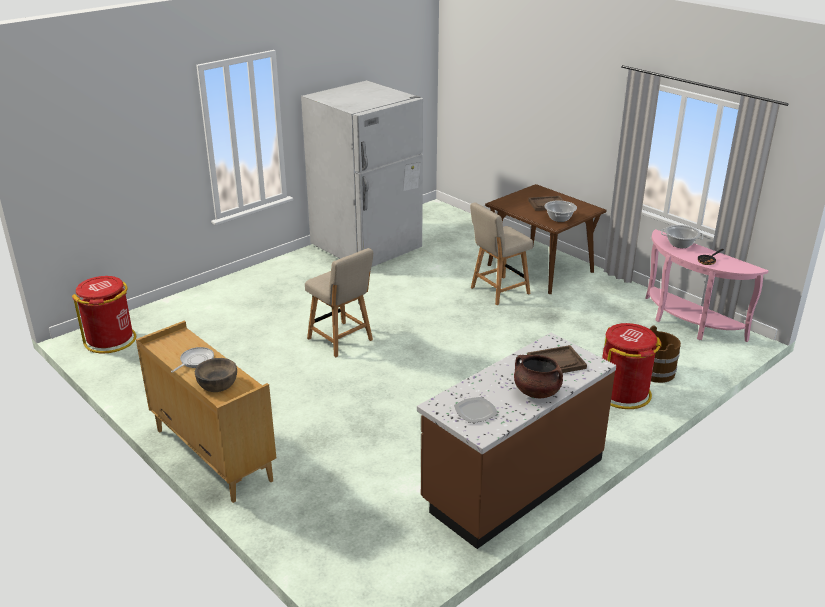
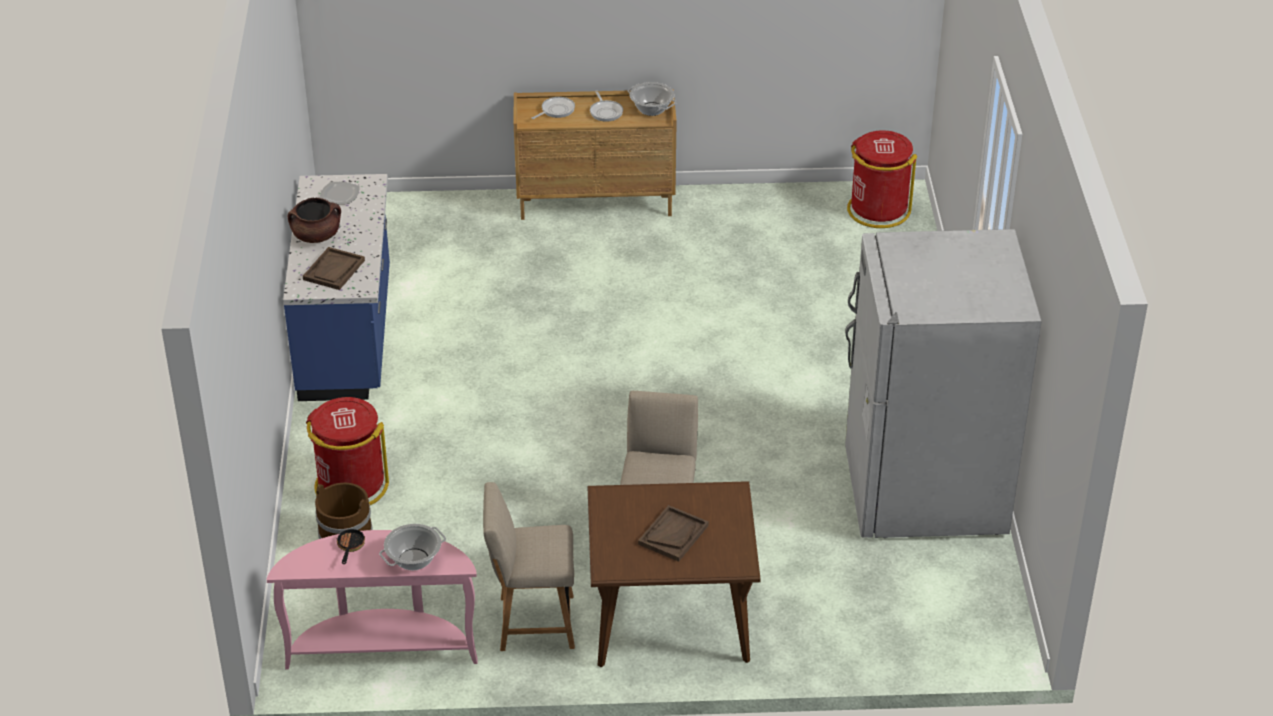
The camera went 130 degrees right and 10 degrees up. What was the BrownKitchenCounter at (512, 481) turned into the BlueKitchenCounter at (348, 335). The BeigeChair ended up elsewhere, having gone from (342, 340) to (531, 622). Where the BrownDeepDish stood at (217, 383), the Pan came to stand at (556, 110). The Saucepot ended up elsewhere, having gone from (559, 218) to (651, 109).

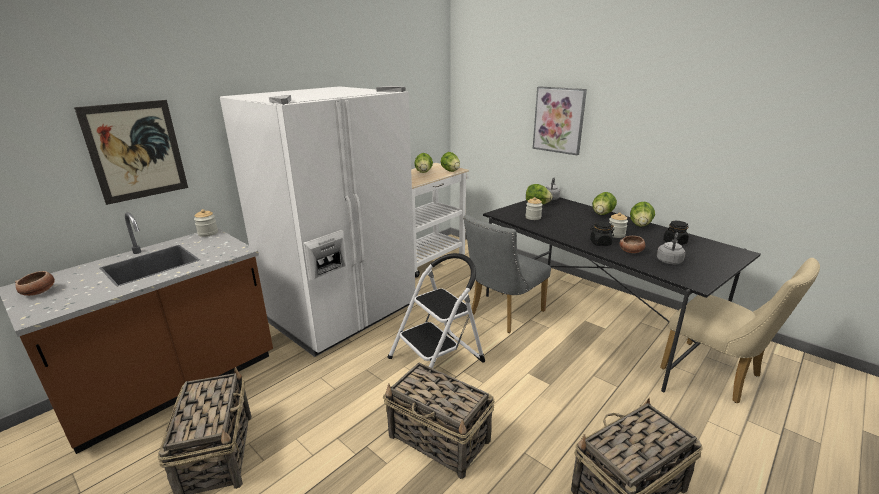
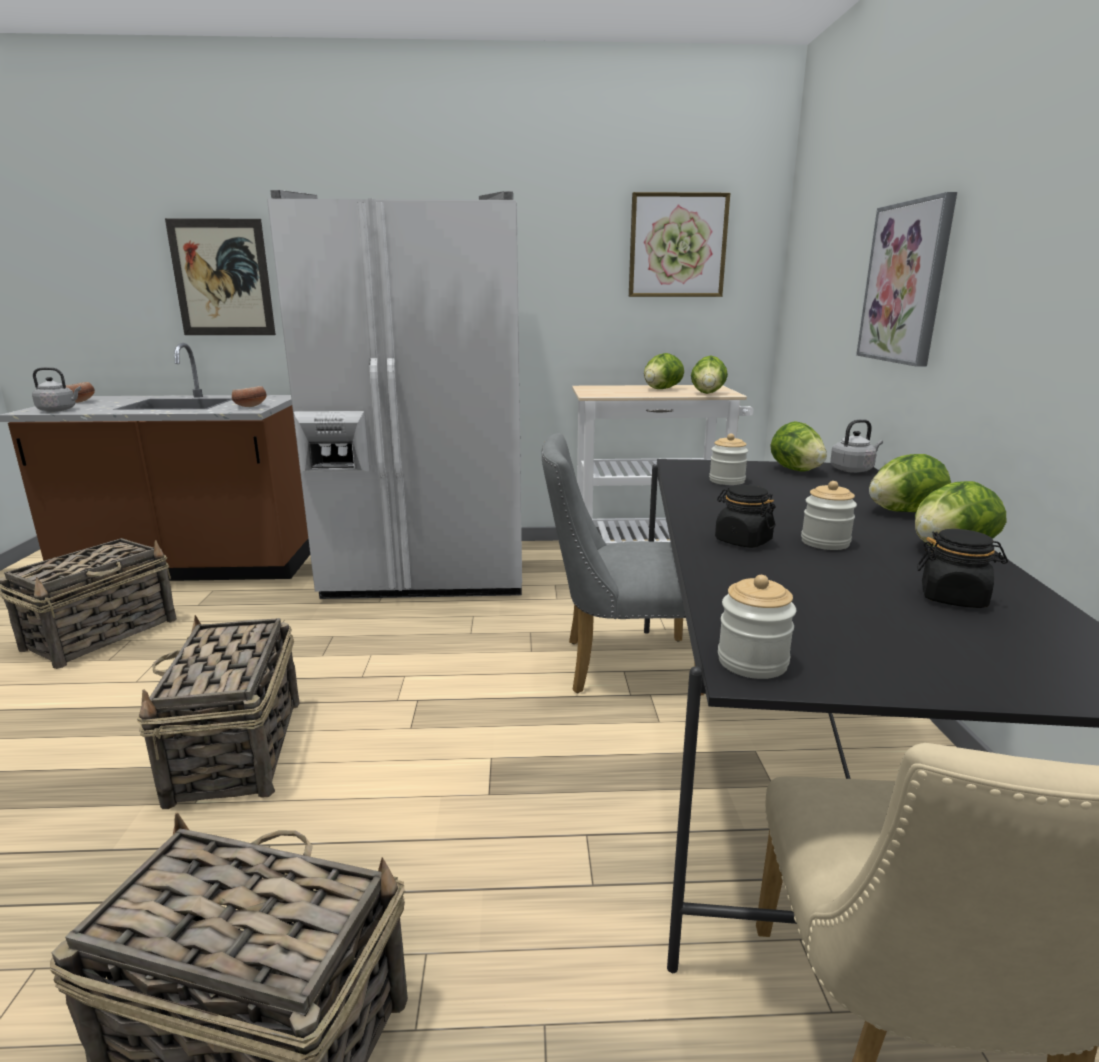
The camera went 45 degrees right and 5 degrees down. The GreyWaterKettle ended up elsewhere, having gone from (669, 261) to (59, 410). The DeepDish ended up elsewhere, having gone from (631, 251) to (250, 406). The second view gained the Picture at (677, 246). The Jar ended up elsewhere, having gone from (208, 233) to (752, 662). The second view lost the StepStool at (439, 359).

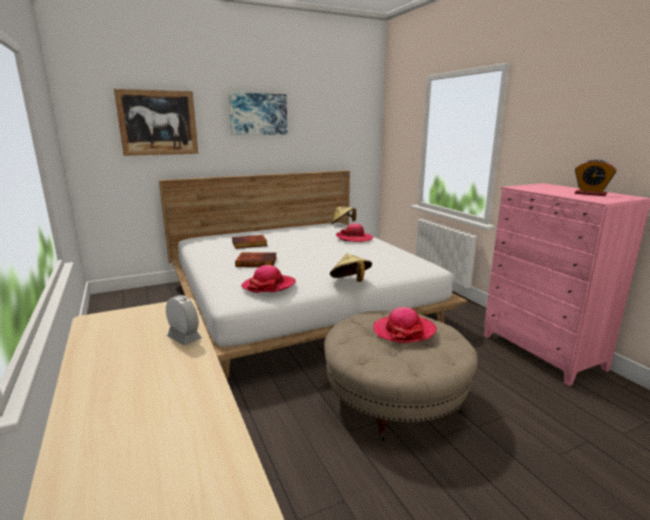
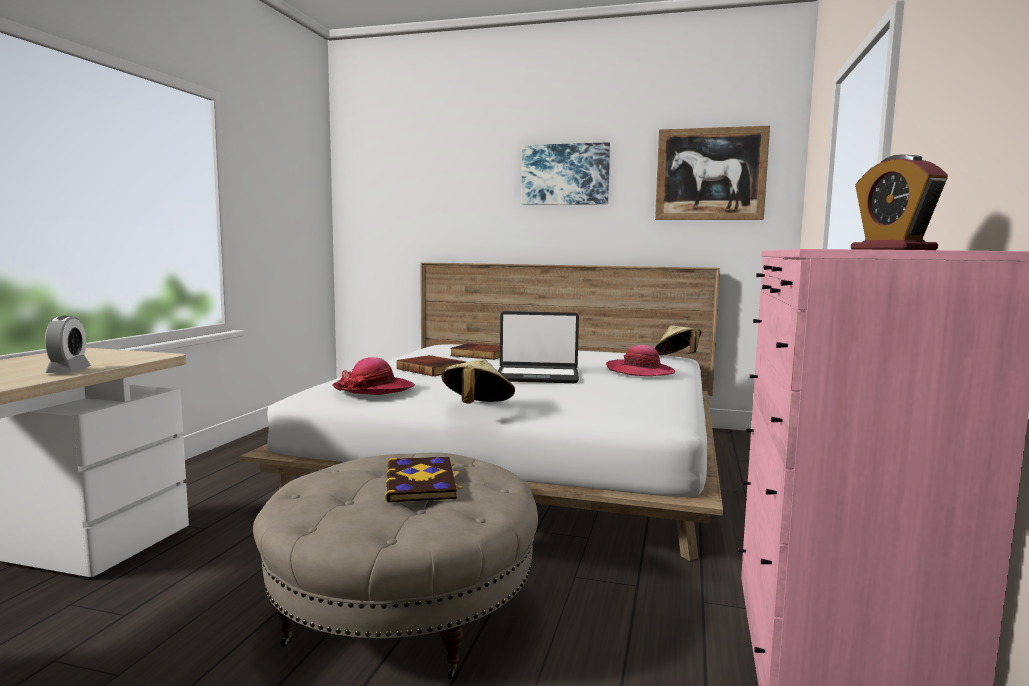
The camera went 40 degrees right and 10 degrees down. Where the Hat stood at (404, 331), the Volume came to stand at (422, 482). The second view gained the NotebookComputer at (537, 376). The Picture ended up elsewhere, having gone from (158, 123) to (710, 174).

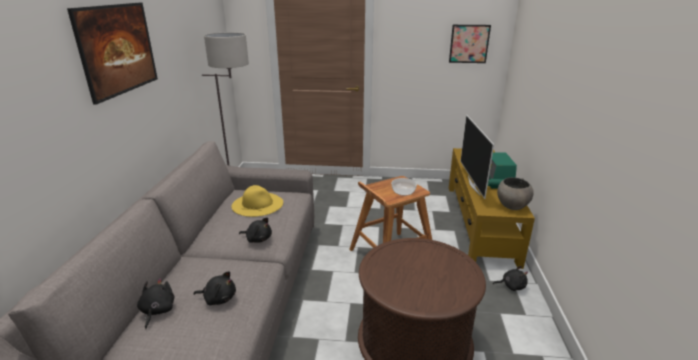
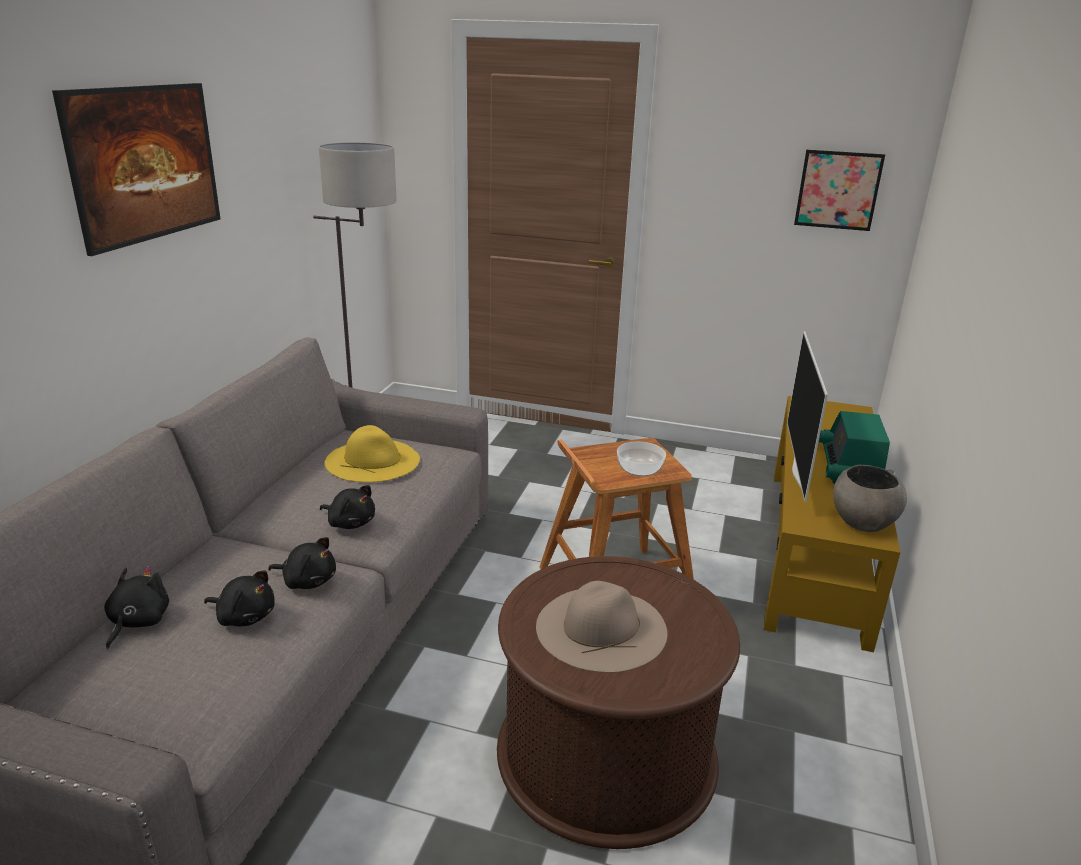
The camera went 10 degrees right and 0 degrees up. The BlackishSoftToy ended up elsewhere, having gone from (511, 286) to (307, 580). The second view gained the BeigeHat at (601, 628).

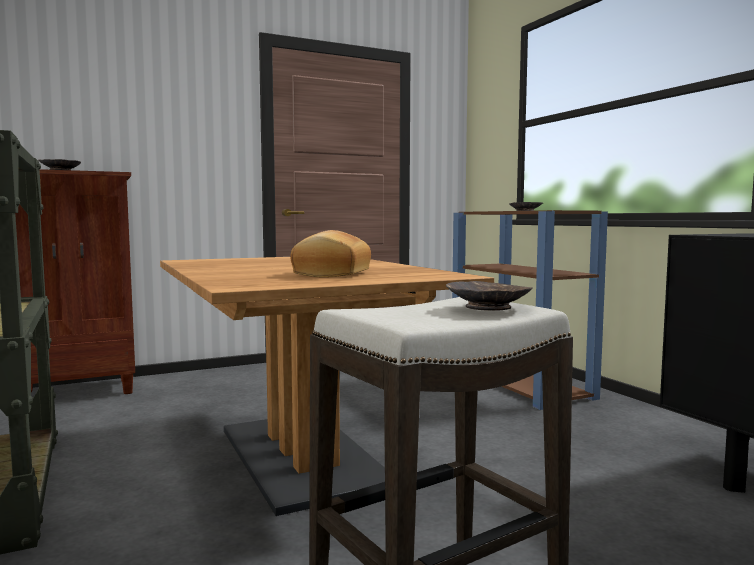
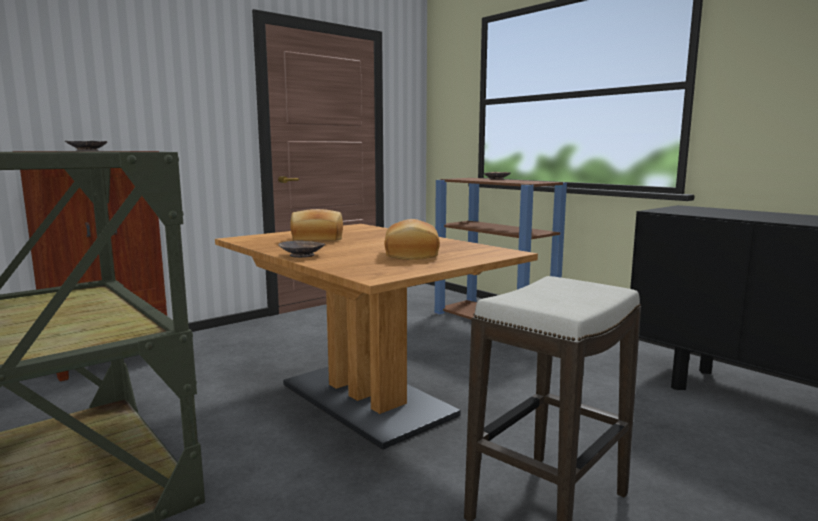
The camera went 15 degrees left and 5 degrees up. The BrownDeepDish ended up elsewhere, having gone from (487, 307) to (302, 255). The second view gained the Bread at (317, 239).

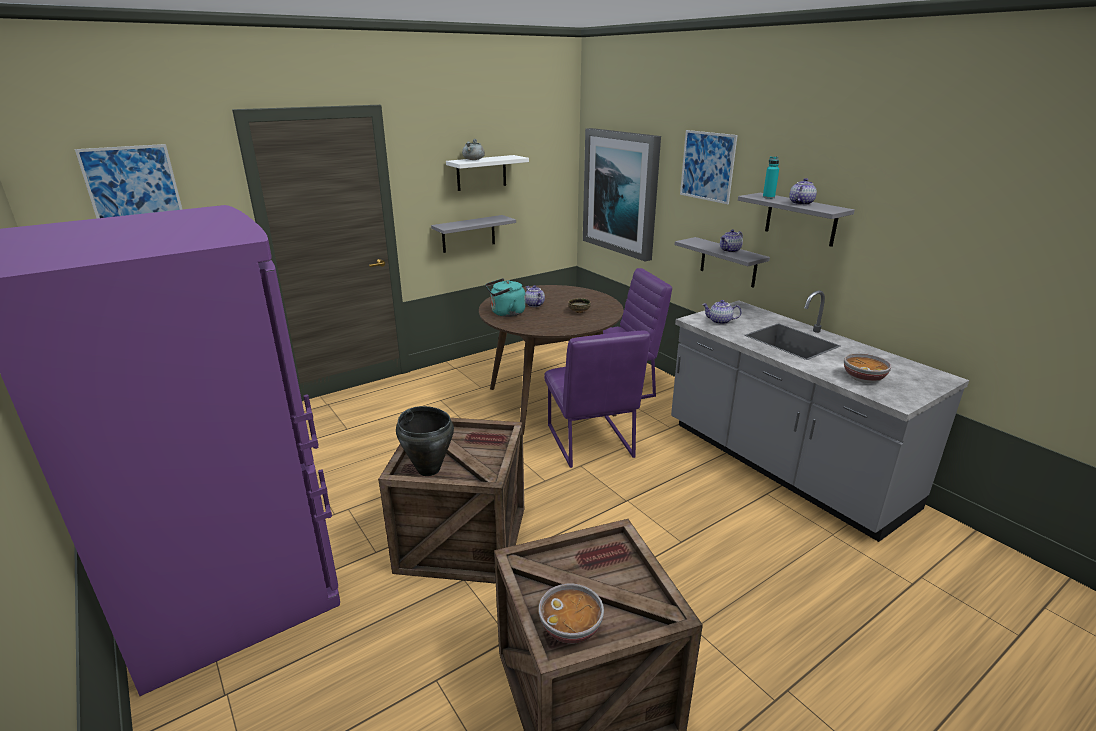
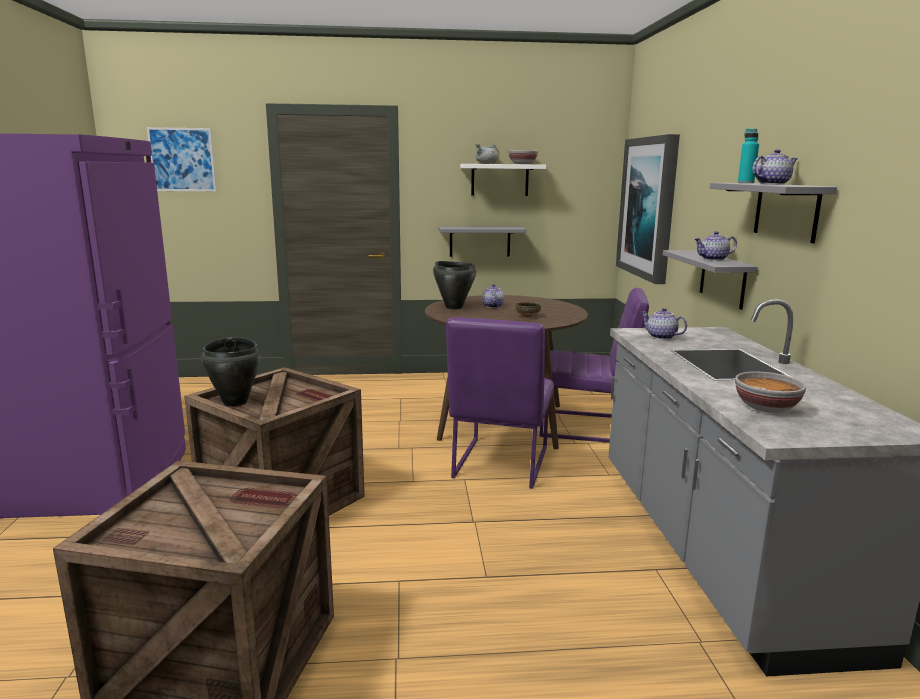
The camera went 30 degrees right and 10 degrees down. Where the BlueGreenWaterKettle stood at (506, 313), the BlackishSaucepot came to stand at (453, 307). The DeepDish ended up elsewhere, having gone from (571, 628) to (523, 164). The second view lost the Picture at (707, 166).

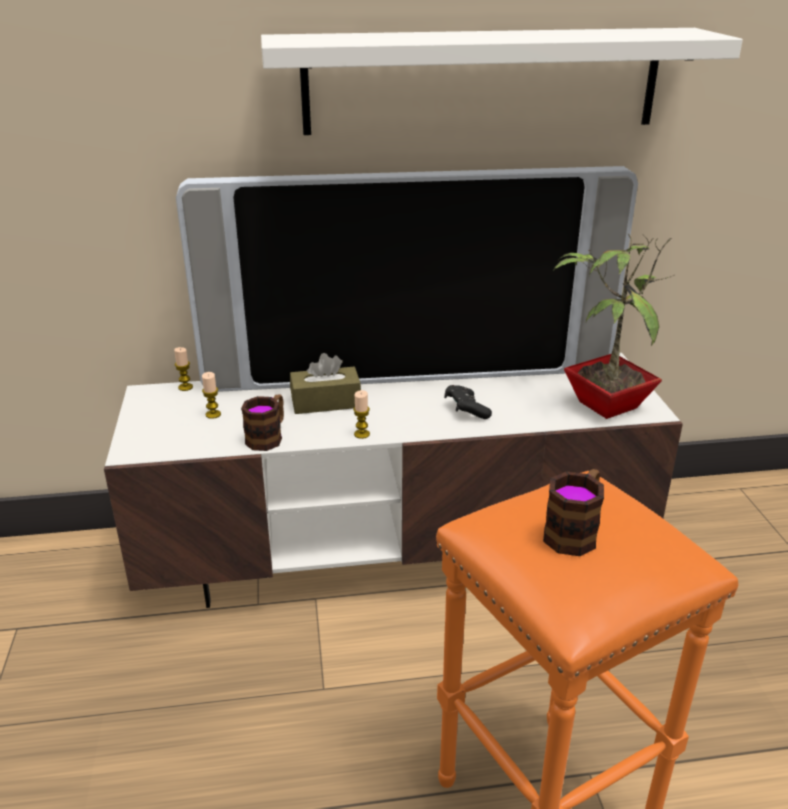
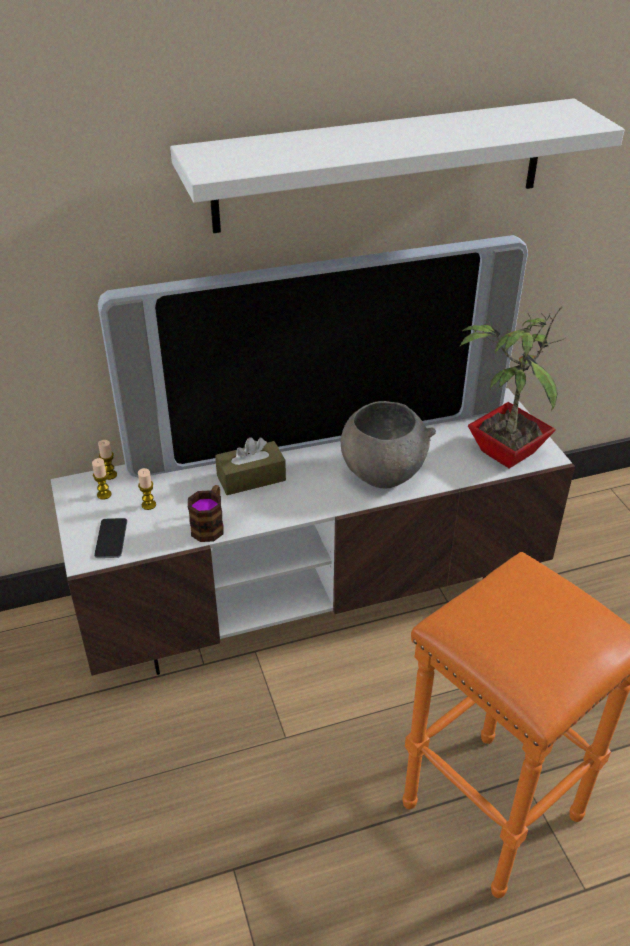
The camera went 10 degrees left and 10 degrees up. The WaxLight ended up elsewhere, having gone from (362, 434) to (104, 494). The second view gained the Phone at (111, 538). Where the BlackishGamepad stood at (466, 410), the GreyDeepDish came to stand at (383, 473). The second view lost the TeaMug at (575, 531).

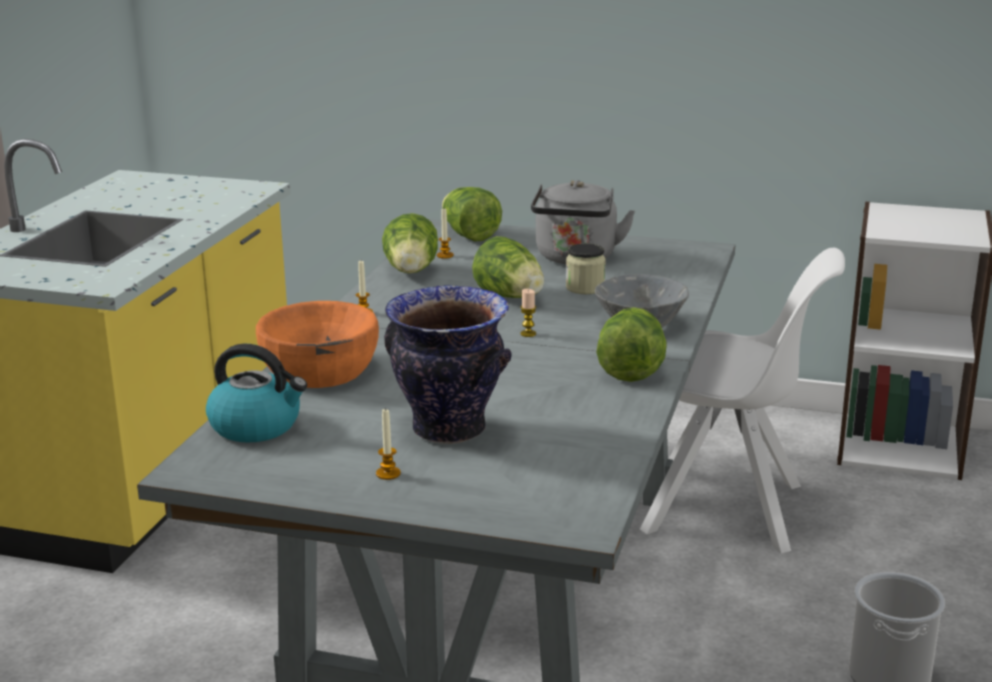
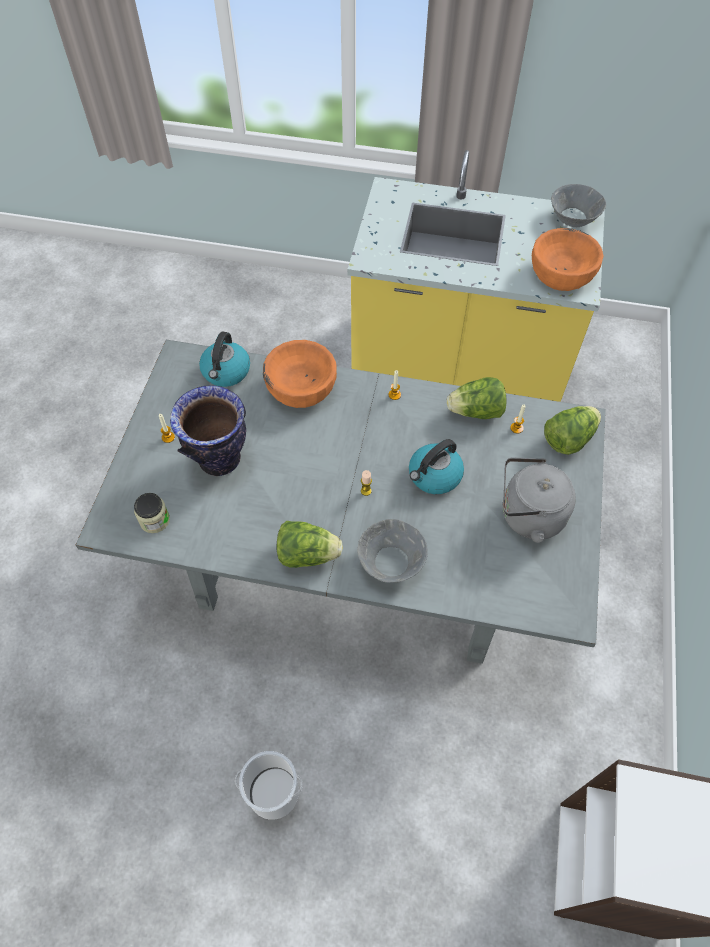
The camera went 85 degrees right and 35 degrees up. The Jar ended up elsewhere, having gone from (585, 288) to (155, 520). Where the LettuceHead stood at (510, 297), the WaterKettle came to stand at (434, 476). The second view gained the OrangeyDeepDish at (561, 273). The second view gained the GreyDeepDish at (573, 218). The second view lost the WhiteChair at (727, 509).

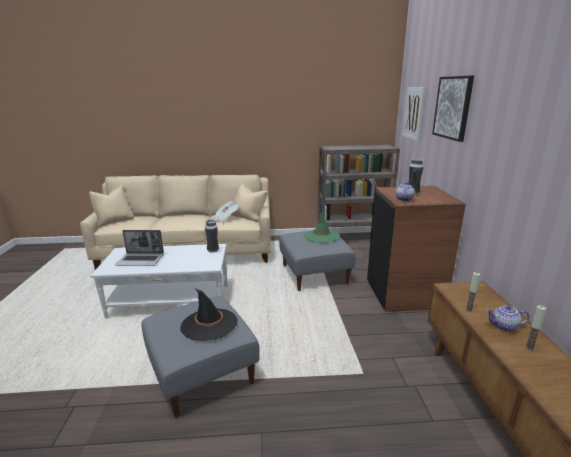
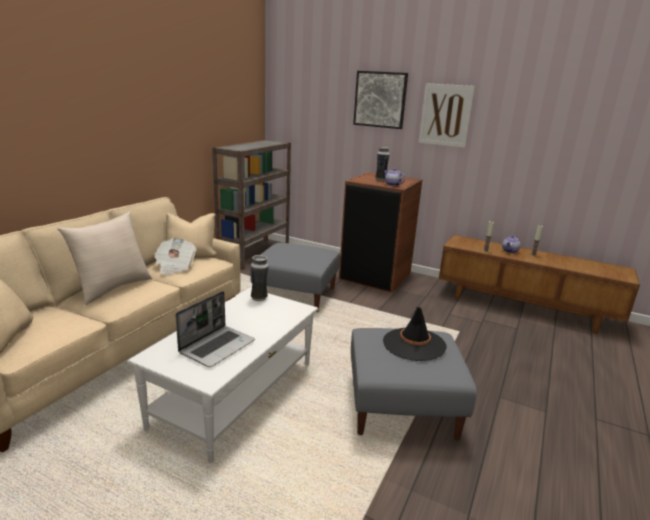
The camera went 60 degrees left and 0 degrees up. The second view gained the BeigePillow at (112, 288). The Picture ended up elsewhere, having gone from (413, 113) to (445, 115). The second view lost the GreenishHat at (321, 236).

